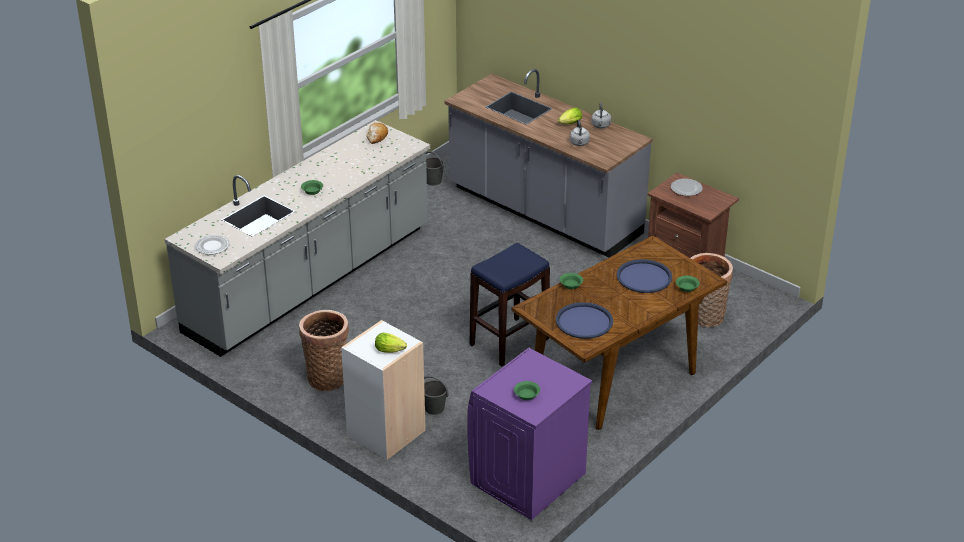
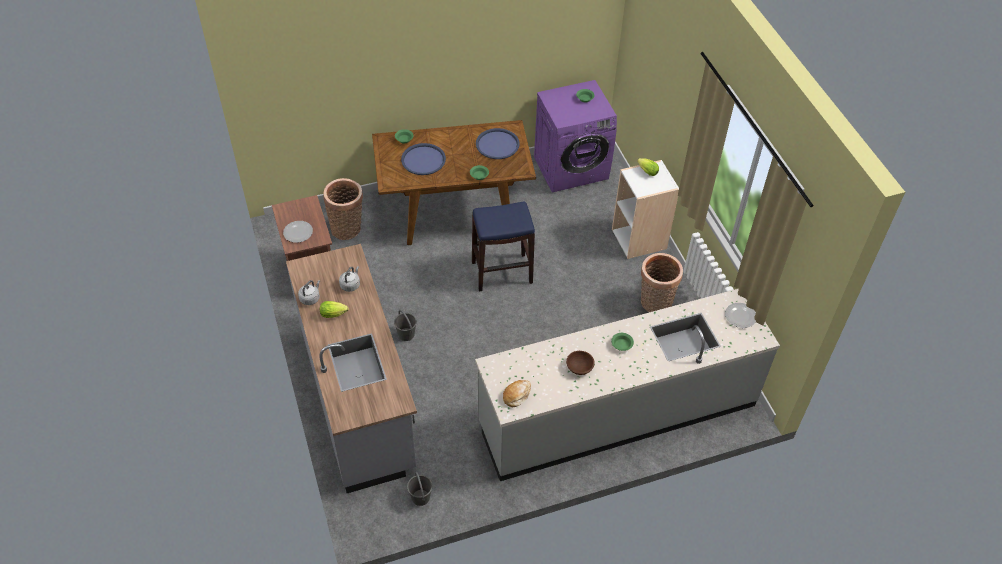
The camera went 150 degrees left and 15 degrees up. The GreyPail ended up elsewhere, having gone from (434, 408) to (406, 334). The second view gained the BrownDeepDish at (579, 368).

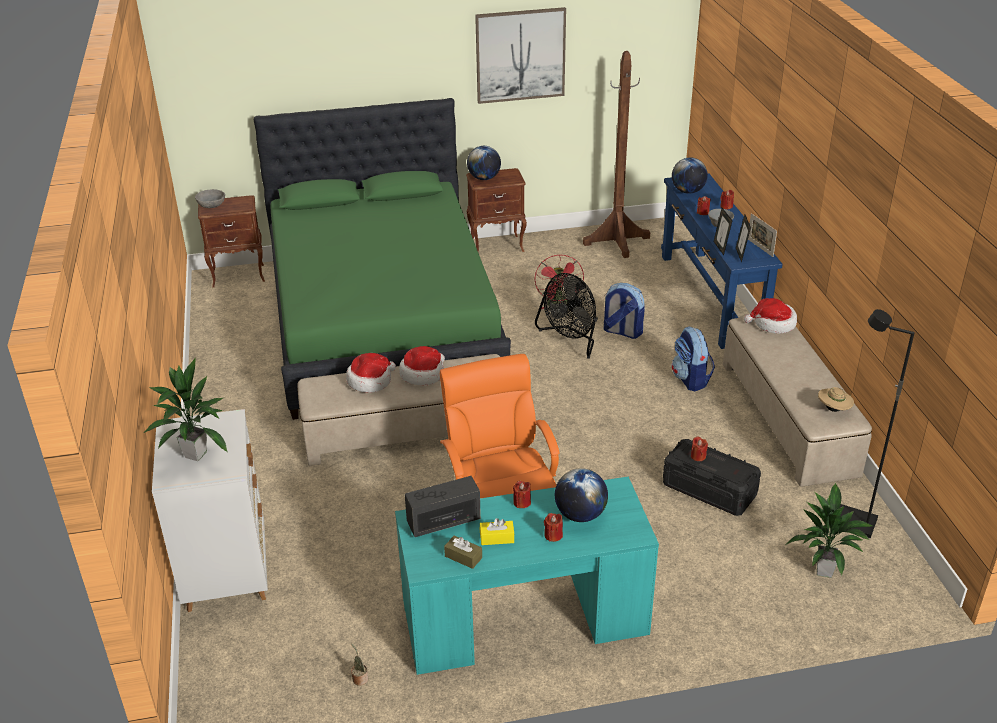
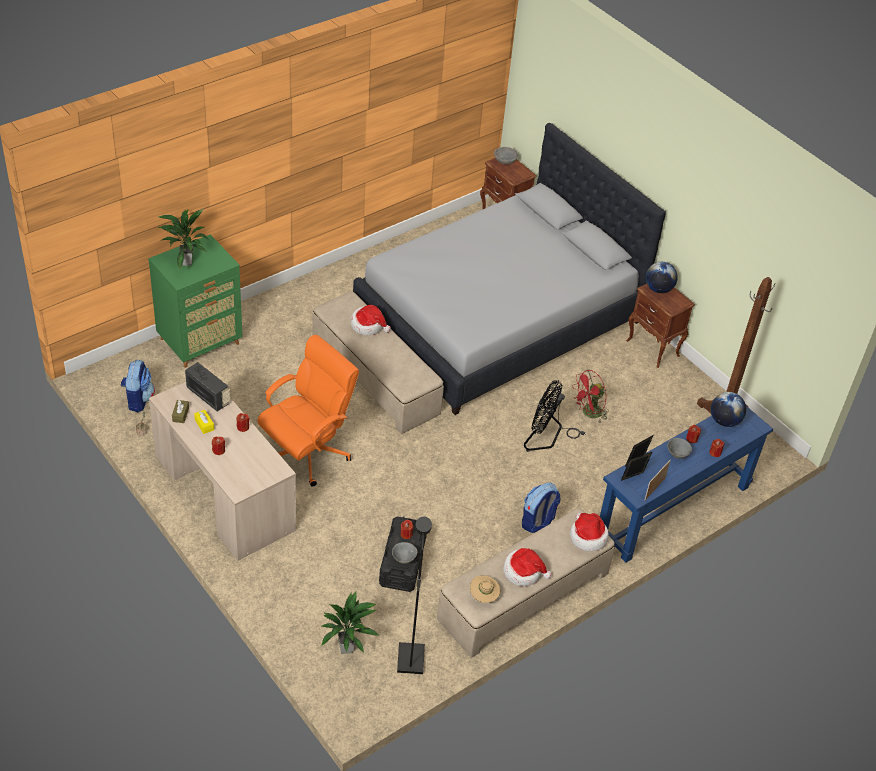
The camera went 60 degrees right and 10 degrees up. The Backpack ended up elsewhere, having gone from (621, 331) to (138, 399). What was the WhiteChestOfDrawers at (226, 570) turned into the GreenishChestOfDrawers at (200, 341). What was the BlueGreenDeskTable at (523, 616) turned into the BeigeDeskTable at (224, 492). What was the GreenishBedroomBed at (383, 321) turned into the GreyBedroomBed at (498, 318). The second view gained the GreyDeepDish at (403, 558). The Hat ended up elsewhere, having gone from (423, 374) to (523, 572). The second view lost the Picture at (520, 55). The second view lost the DeskGlobe at (580, 515).

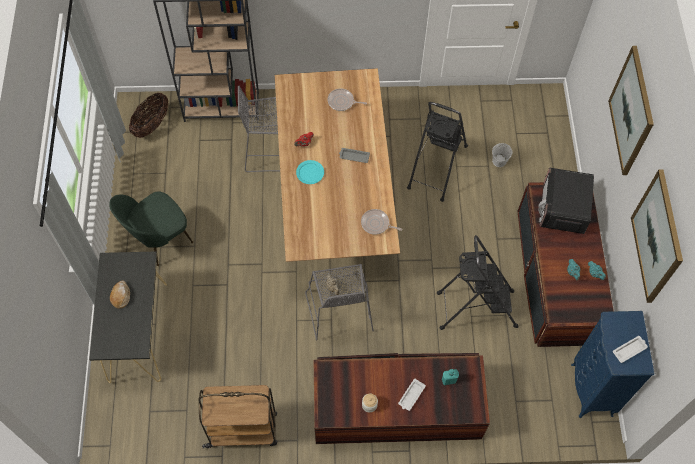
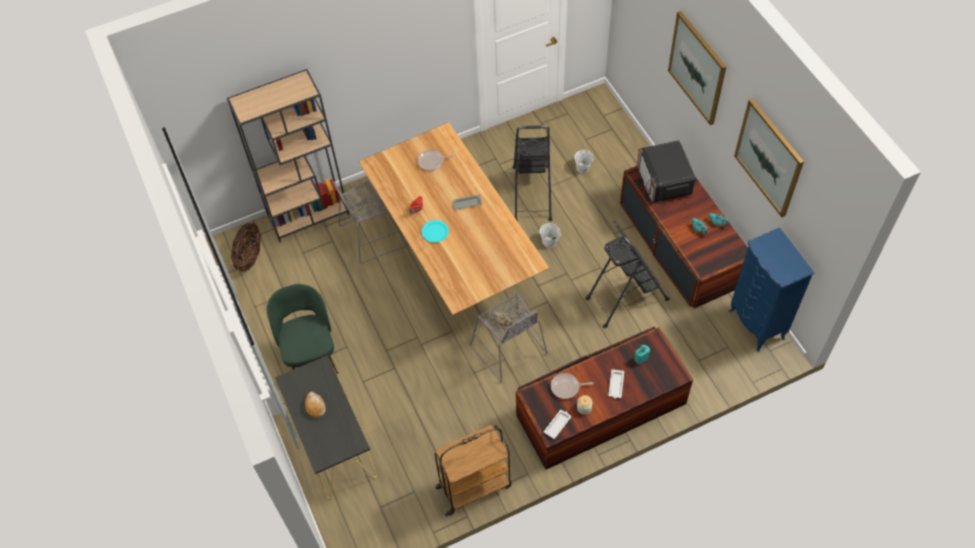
The camera went 20 degrees left and 5 degrees down. The GreenishChair at (159, 242) ended up facing another way, 135 degrees clockwise from before. The second view gained the WhitePail at (549, 241). The WhiteTray ended up elsewhere, having gone from (630, 350) to (557, 424). The Pan ended up elsewhere, having gone from (376, 224) to (566, 387).

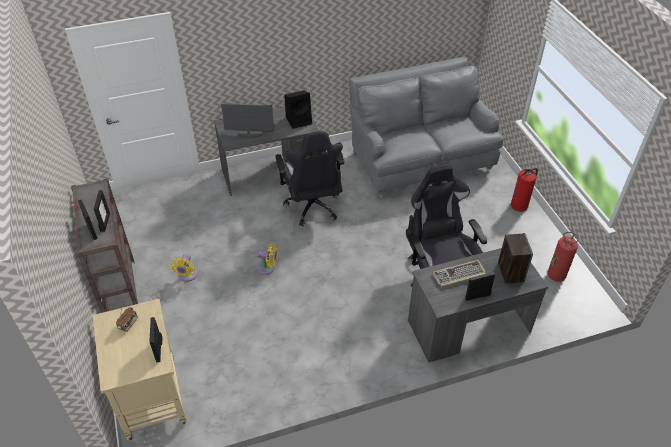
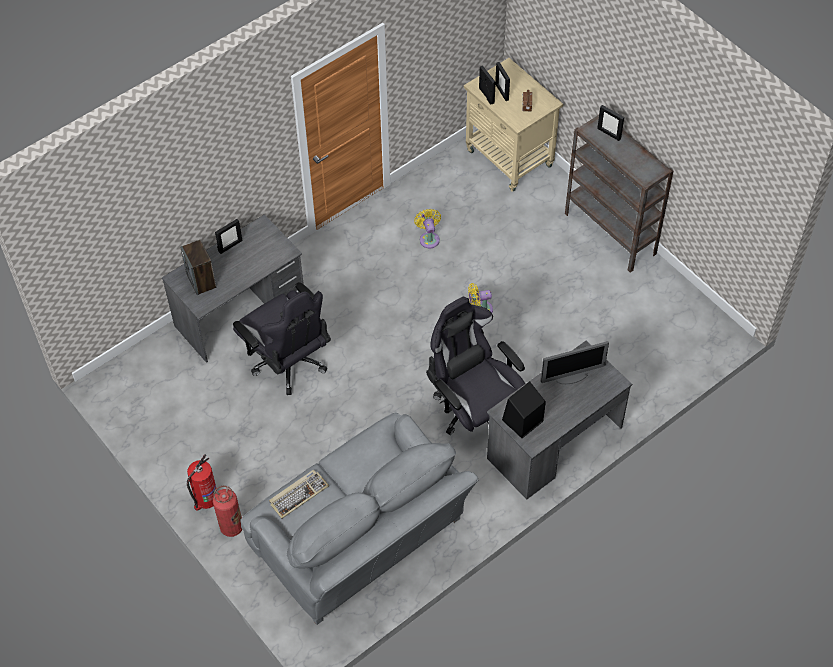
The camera went 160 degrees right and 10 degrees up. The FireExtinguisher ended up elsewhere, having gone from (556, 275) to (231, 527). The ComputerKeyboard ended up elsewhere, having gone from (459, 275) to (298, 494). The YellowCoolingFan ended up elsewhere, having gone from (187, 276) to (429, 238). The StandingFrame ended up elsewhere, having gone from (105, 222) to (502, 92).

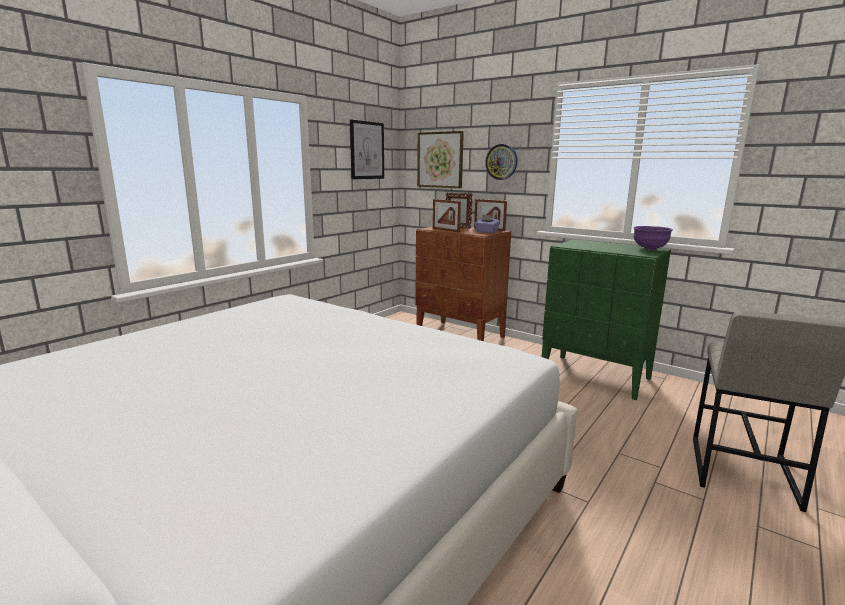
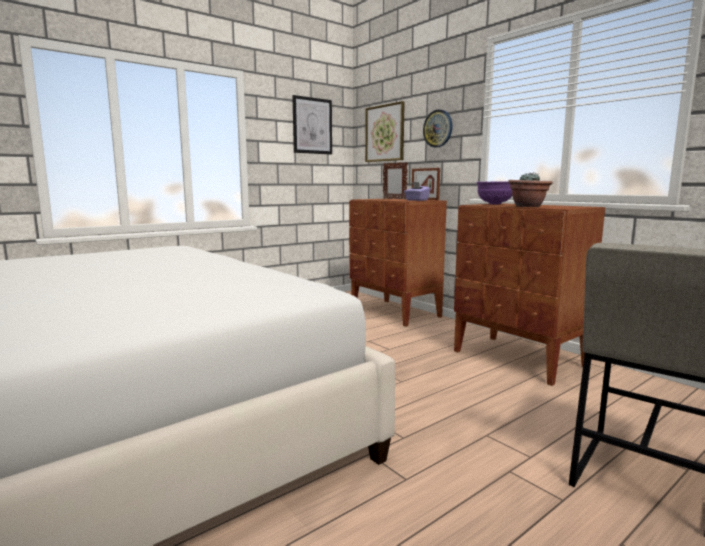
The camera went 15 degrees right and 5 degrees down. What was the GreenishChestOfDrawers at (595, 377) turned into the BrownChestOfDrawers at (517, 359). The PurpleColouredDeepDish ended up elsewhere, having gone from (649, 249) to (494, 204). The second view gained the PlantInAPot at (528, 206). The second view lost the StandingFrame at (445, 230).

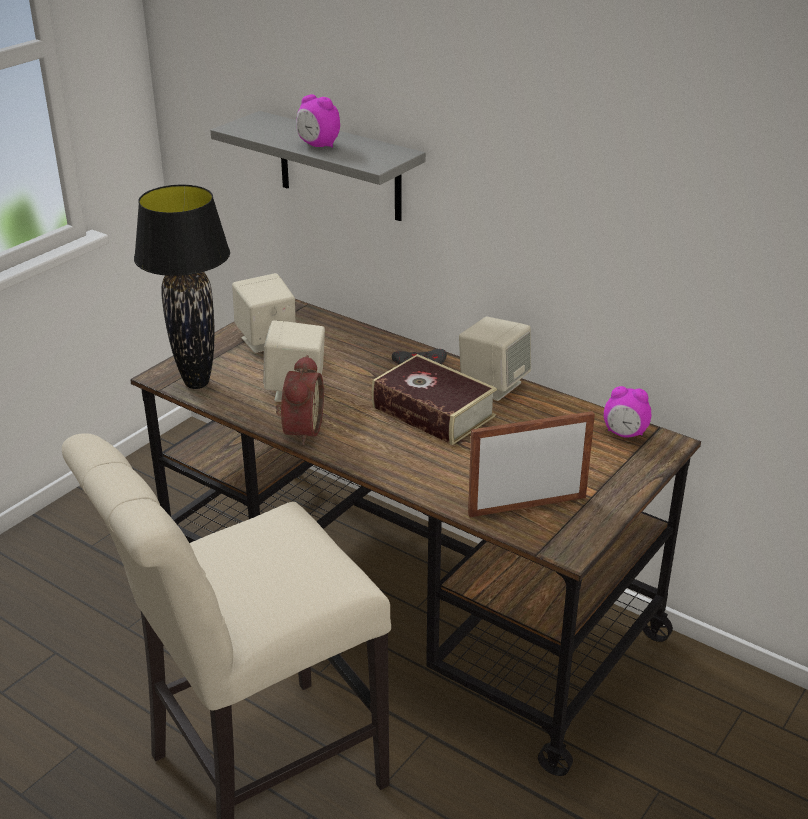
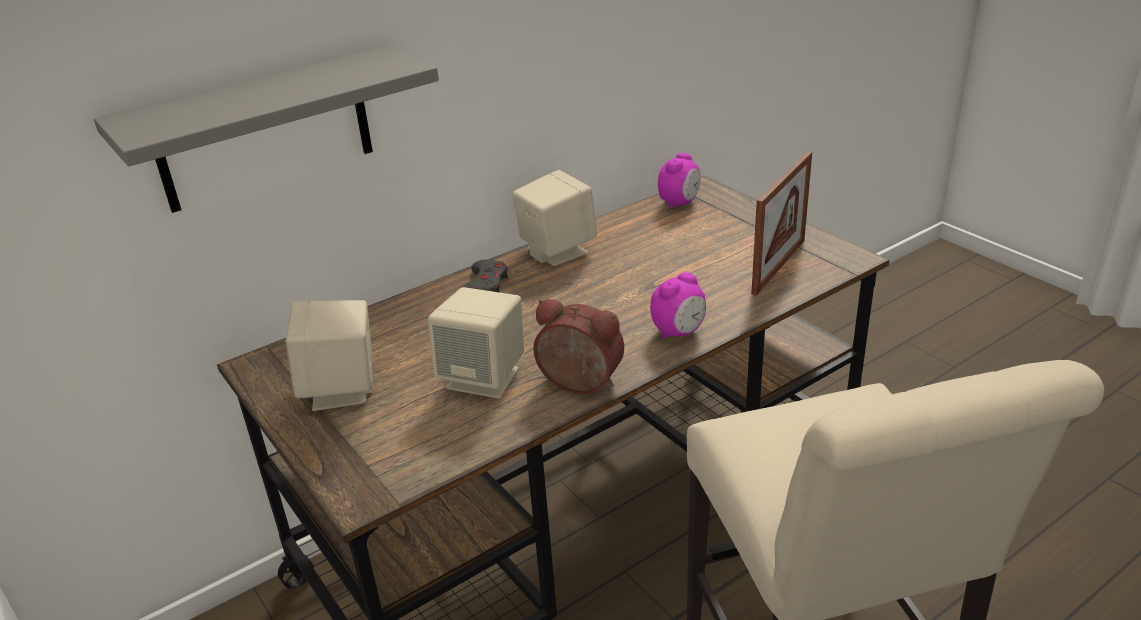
The camera went 70 degrees left and 0 degrees up. The BedsideClock ended up elsewhere, having gone from (318, 145) to (678, 332). The StandingFrame at (527, 506) ended up facing another way, 150 degrees counterclockwise from before. The second view lost the BlackishTabletopLamp at (196, 384). The second view lost the Volume at (433, 412).

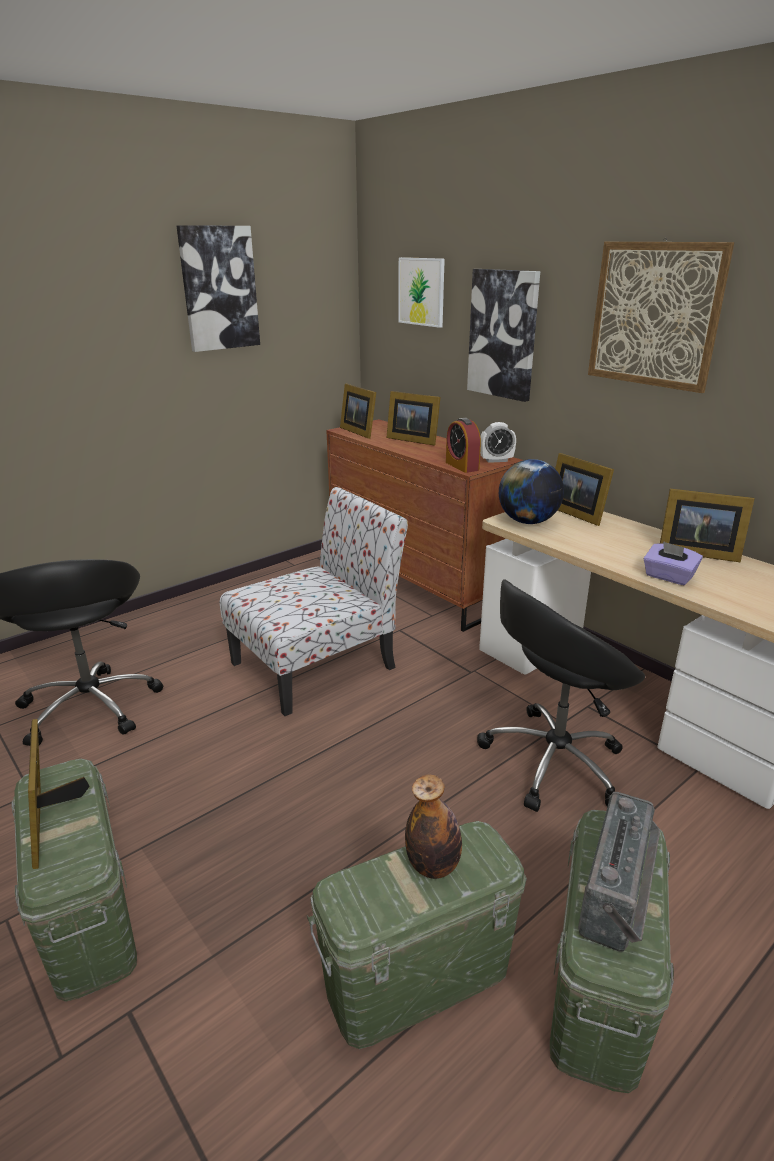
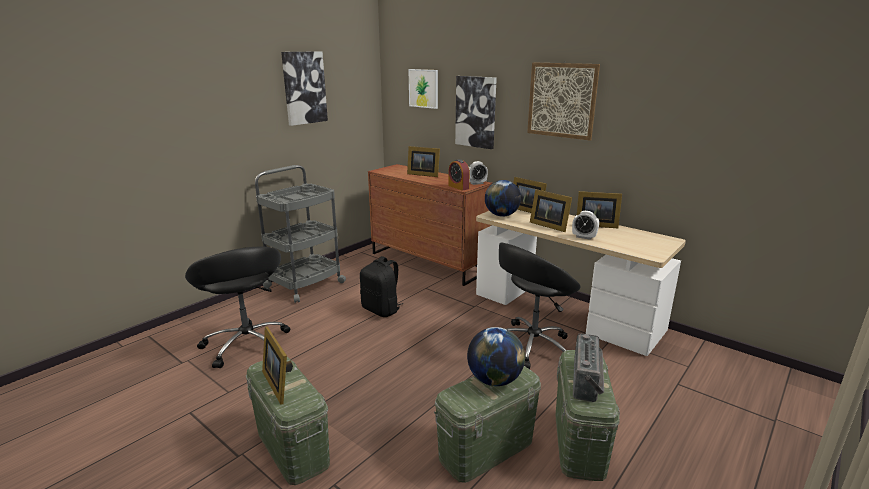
The camera went 10 degrees left and 5 degrees down. The second view gained the GreyWheeledCart at (305, 285). Where the Chair stood at (317, 664), the BlackishBackpack came to stand at (381, 310). Where the BeverageBottle stood at (433, 866), the DeskGlobe came to stand at (494, 380). The StandingFrame ended up elsewhere, having gone from (359, 431) to (548, 225). Where the PurpleColouredTissueBox stood at (668, 577), the BedsideClock came to stand at (584, 237).

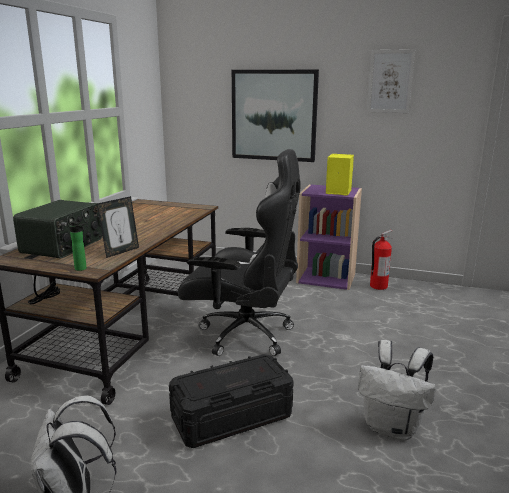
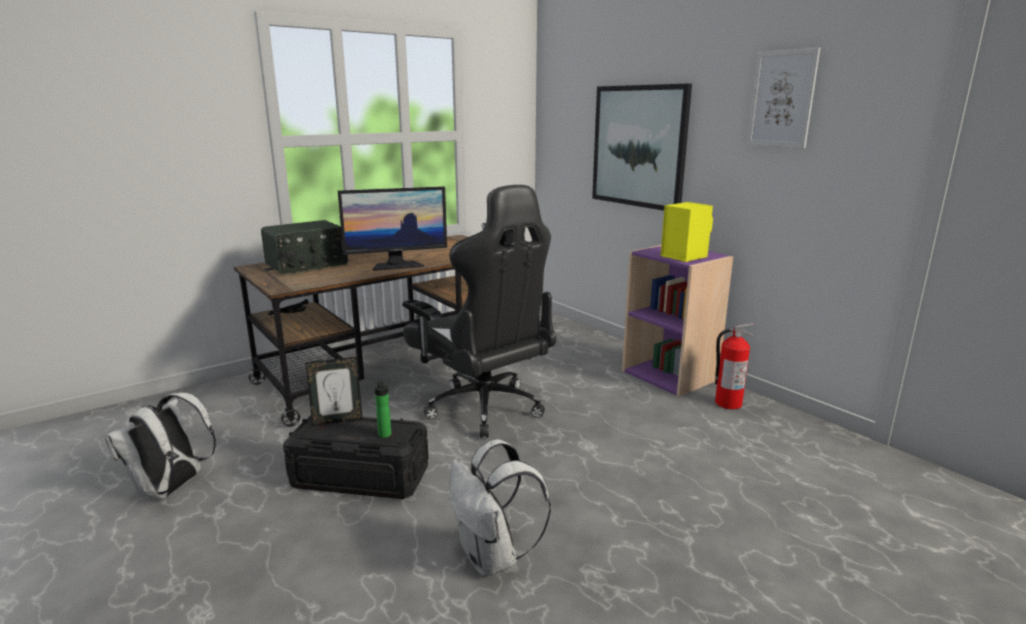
The camera went 35 degrees right and 0 degrees up. The StandingFrame ended up elsewhere, having gone from (121, 252) to (337, 420). The second view gained the ComputerDisplay at (396, 265). The BeverageBottle ended up elsewhere, having gone from (82, 269) to (385, 435).

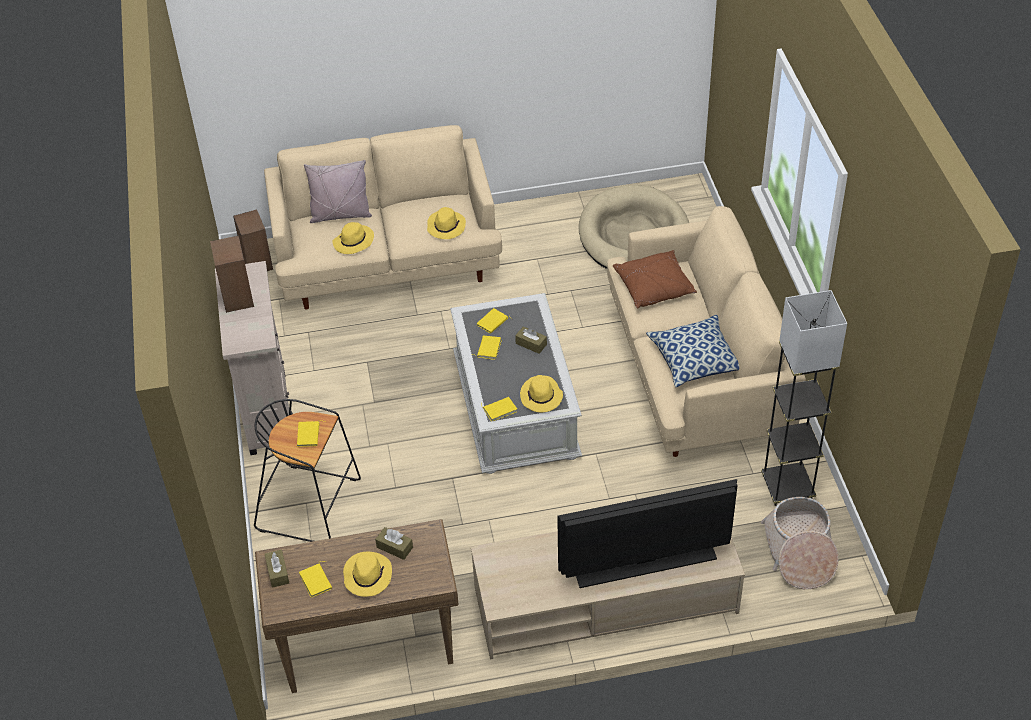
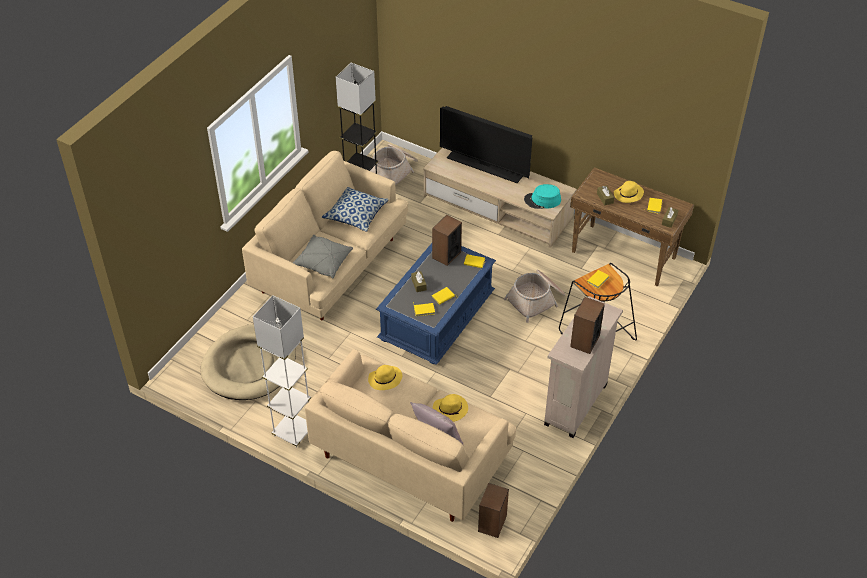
The camera went 140 degrees left and 0 degrees up. The second view gained the WhiteStandingLamp at (293, 432). What was the BrownPillow at (654, 287) turned into the GreyPillow at (323, 262). What was the WhiteLoungeTable at (515, 405) turned into the BlueLoungeTable at (437, 314). Where the YellowHat stood at (541, 397), the AudioSpeaker came to stand at (446, 255). The second view gained the StorageBasket at (536, 300). The second view gained the BlueGreenHat at (542, 200).

